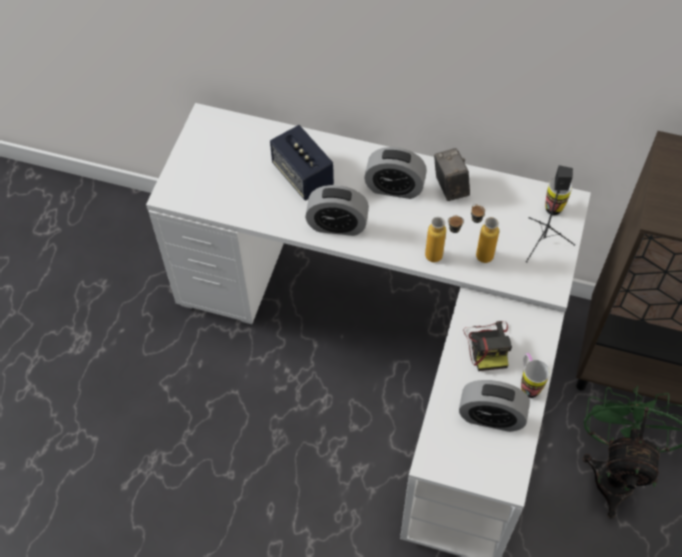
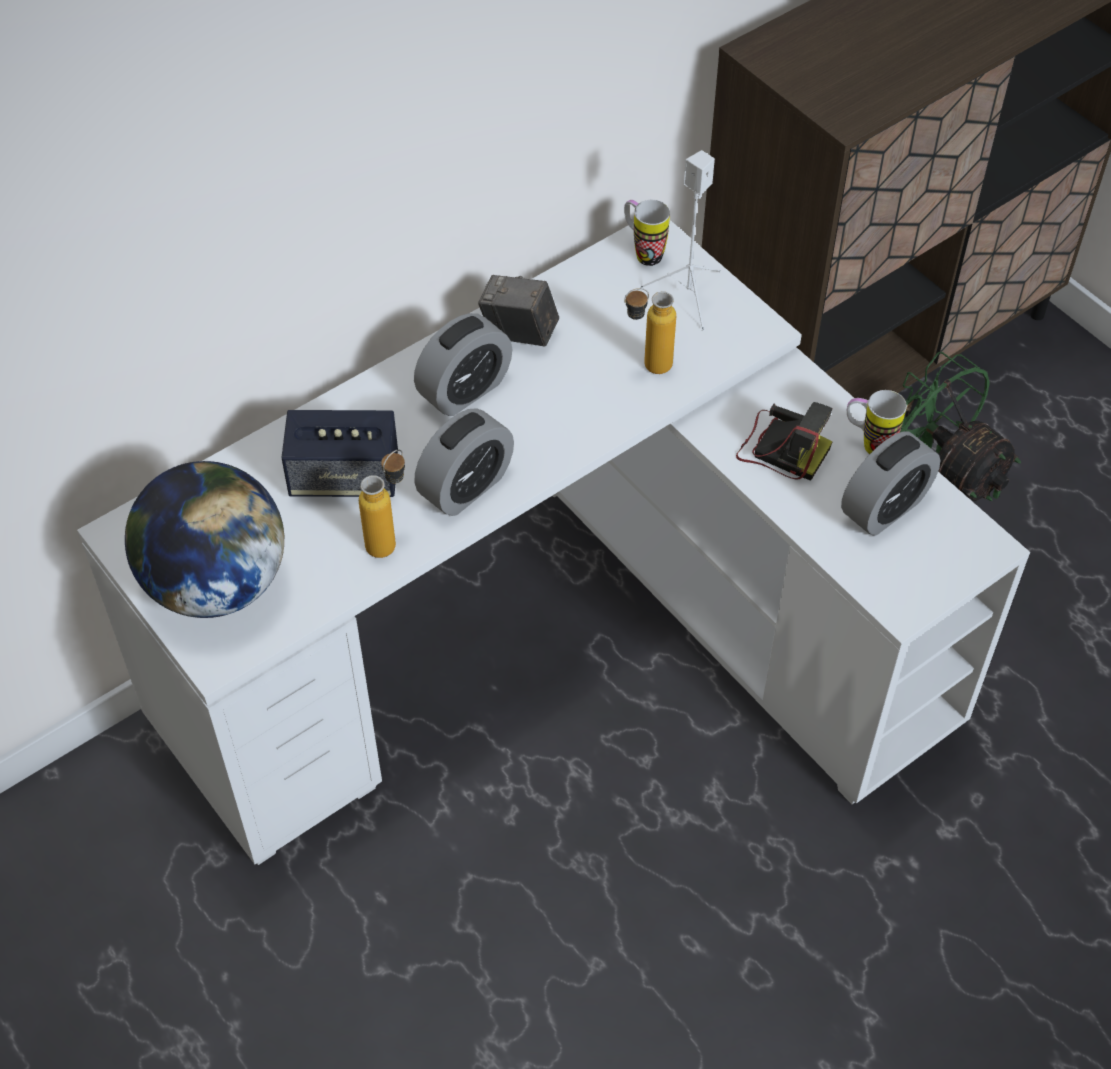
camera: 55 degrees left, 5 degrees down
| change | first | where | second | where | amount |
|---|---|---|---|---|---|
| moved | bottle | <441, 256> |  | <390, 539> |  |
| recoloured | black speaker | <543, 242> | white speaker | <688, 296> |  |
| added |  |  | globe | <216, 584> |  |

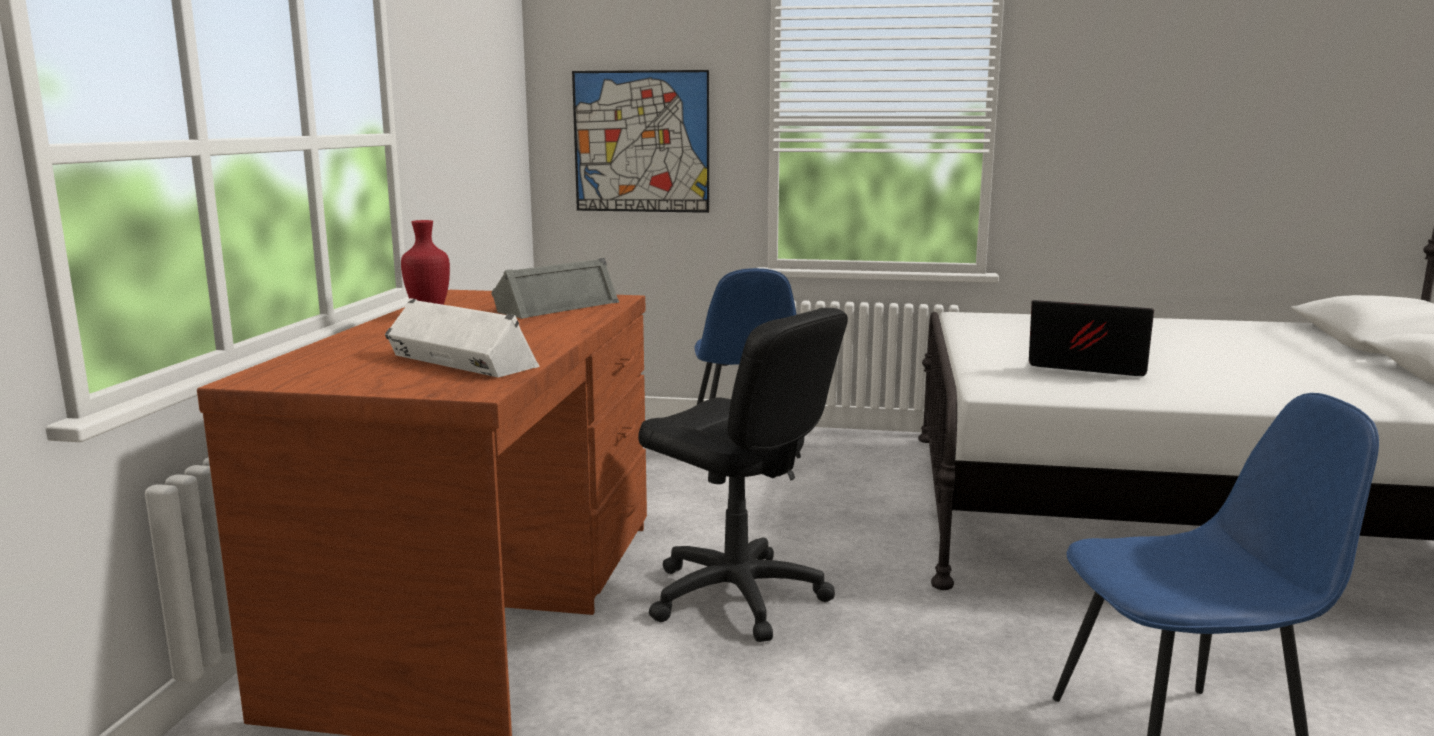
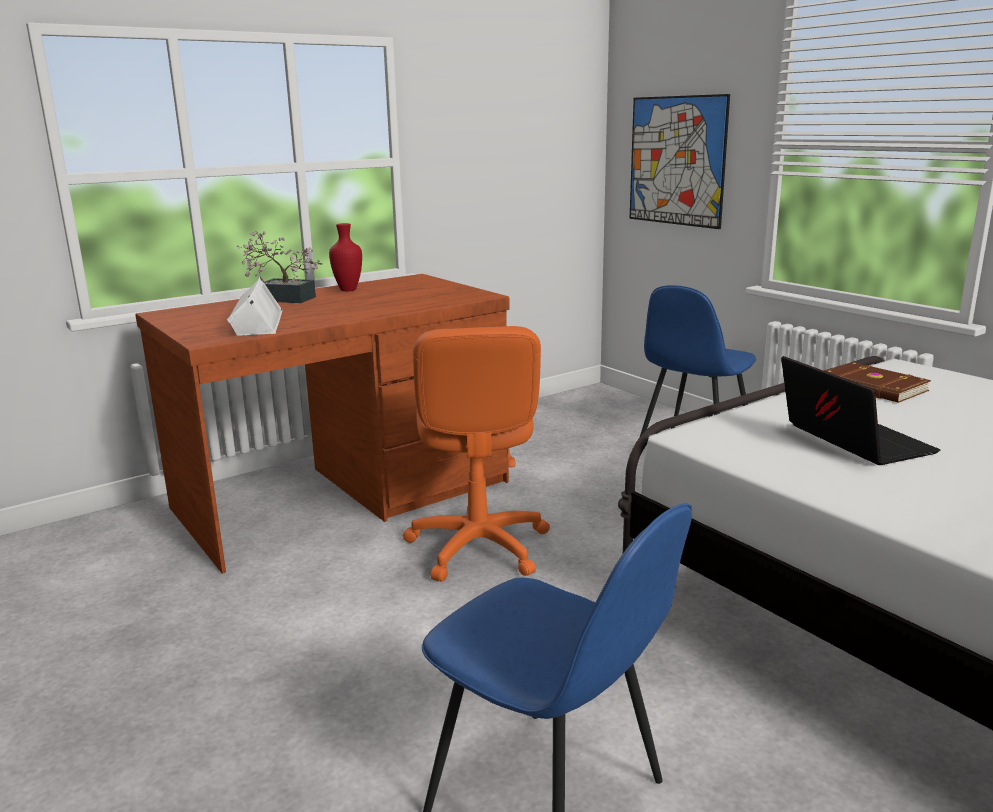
camera: 45 degrees right, 5 degrees up
| change | first | where | second | where | amount |
|---|---|---|---|---|---|
| removed | grey speaker | <556, 306> |  |  |  |
| recoloured | black office chair | <736, 596> | orange office chair | <477, 547> |  |
| added |  |  | potted plant | <282, 298> |  |
| added |  |  | brown book | <872, 387> |  |

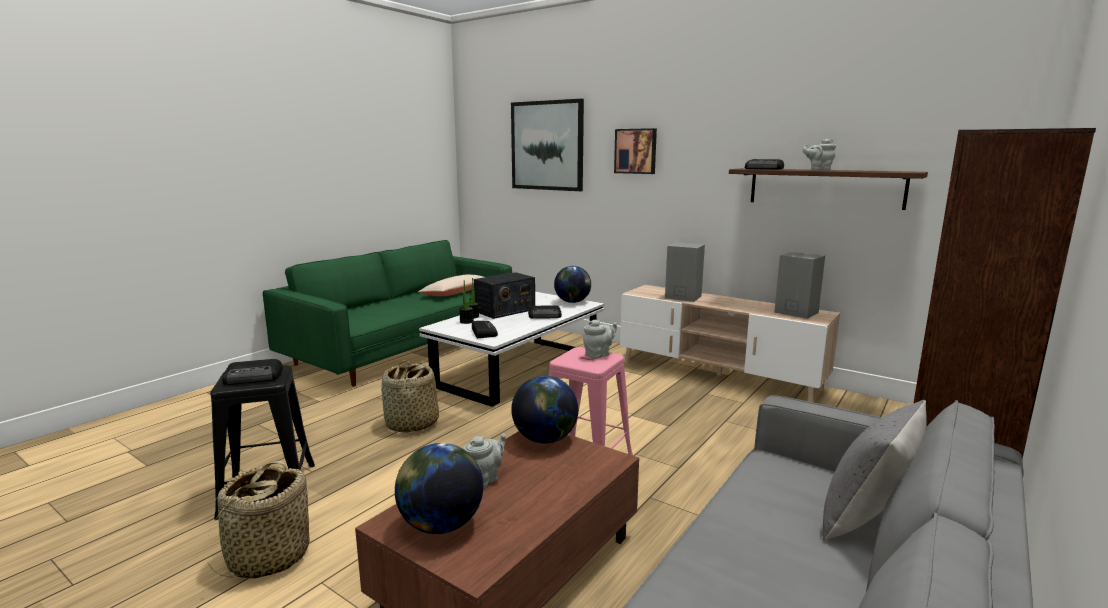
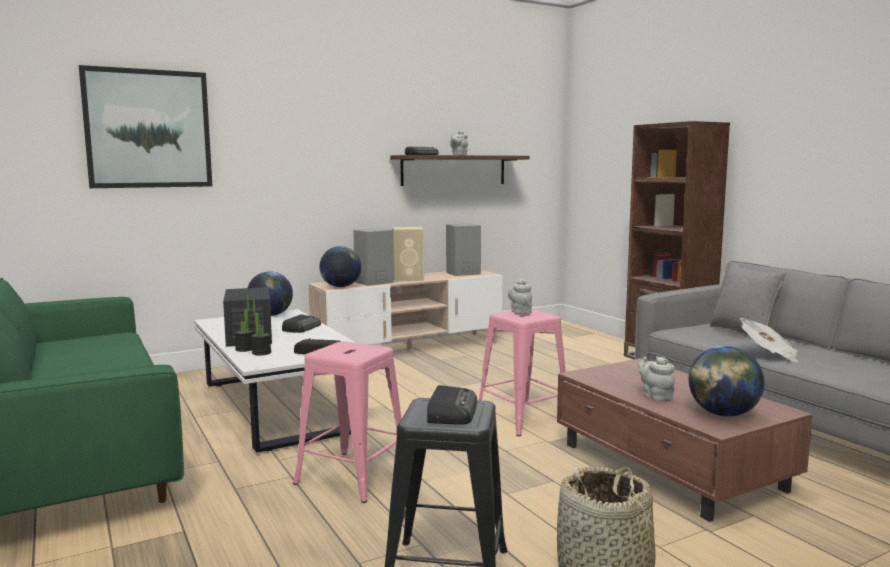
camera: 65 degrees left, 5 degrees down
| change | first | where | second | where | amount |
|---|---|---|---|---|---|
| replaced | basket | <411, 424> | pink stool | <353, 476> |  |
| removed | beige pillow | <456, 293> |  |  |  |
| moved | globe | <545, 439> |  | <340, 286> |  |
| removed | picture | <636, 151> |  |  |  |
| added |  |  | beige speaker | <409, 279> |  |
| added |  |  | newspaper | <769, 355> |  |

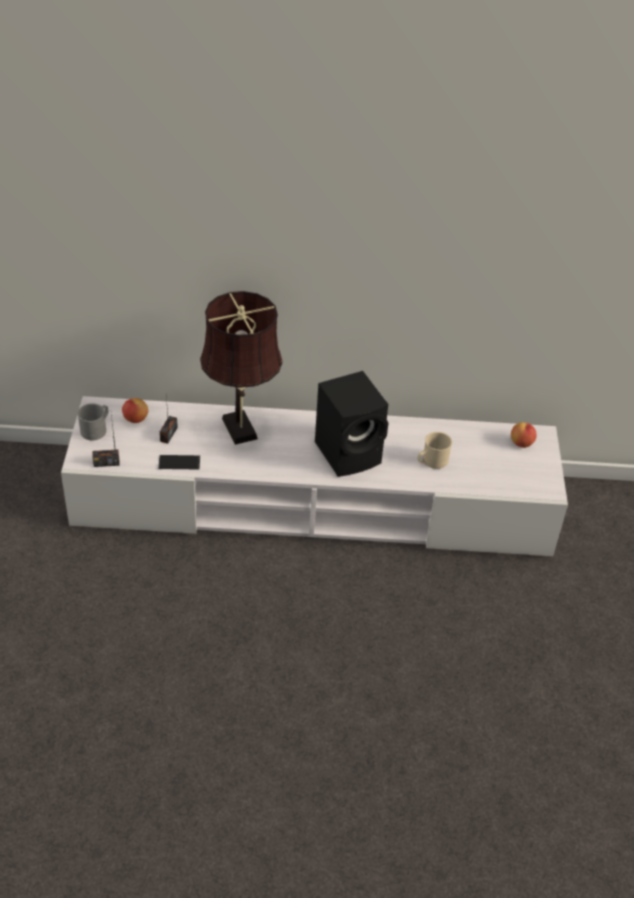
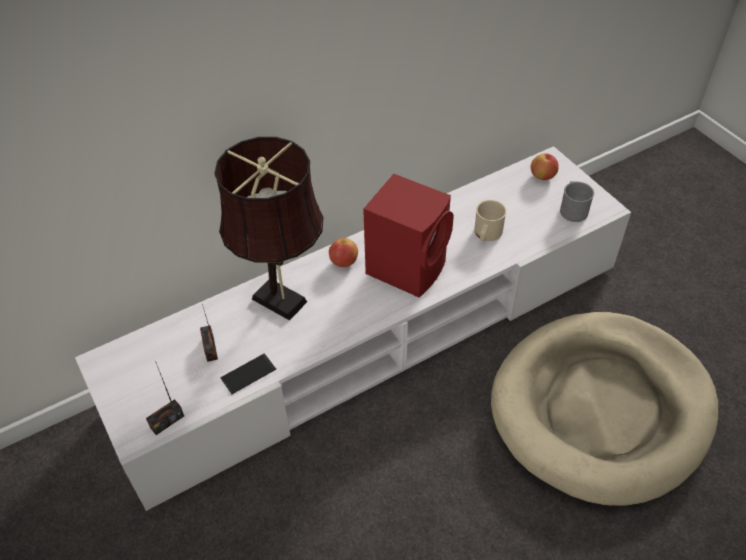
camera: 30 degrees left, 5 degrees up
| change | first | where | second | where | amount |
|---|---|---|---|---|---|
| moved | grey mug | <96, 429> |  | <572, 209> |  |
| moved | apple | <135, 419> |  | <344, 262> |  |
| recoloured | black speaker | <350, 453> | red speaker | <408, 266> |  |
| added |  |  | beige dog bed | <601, 408> |  |

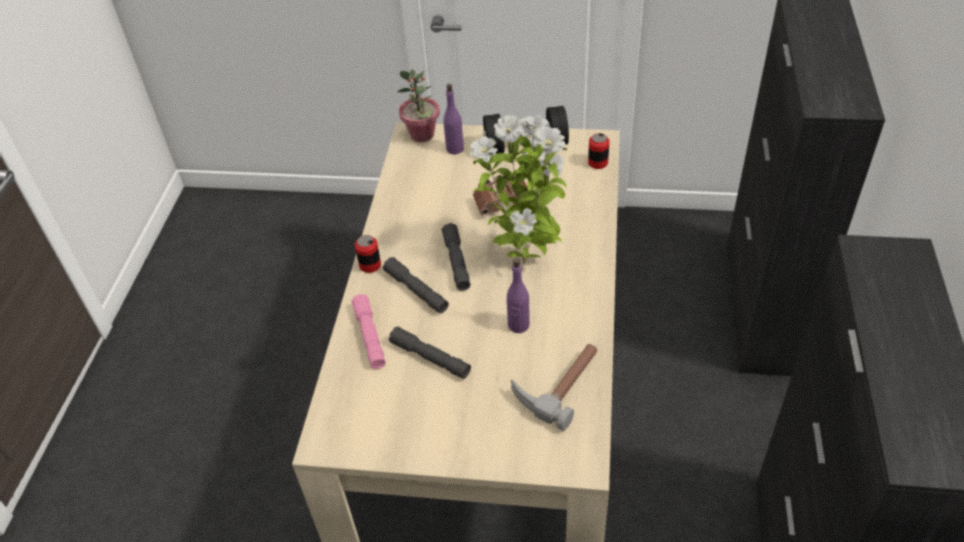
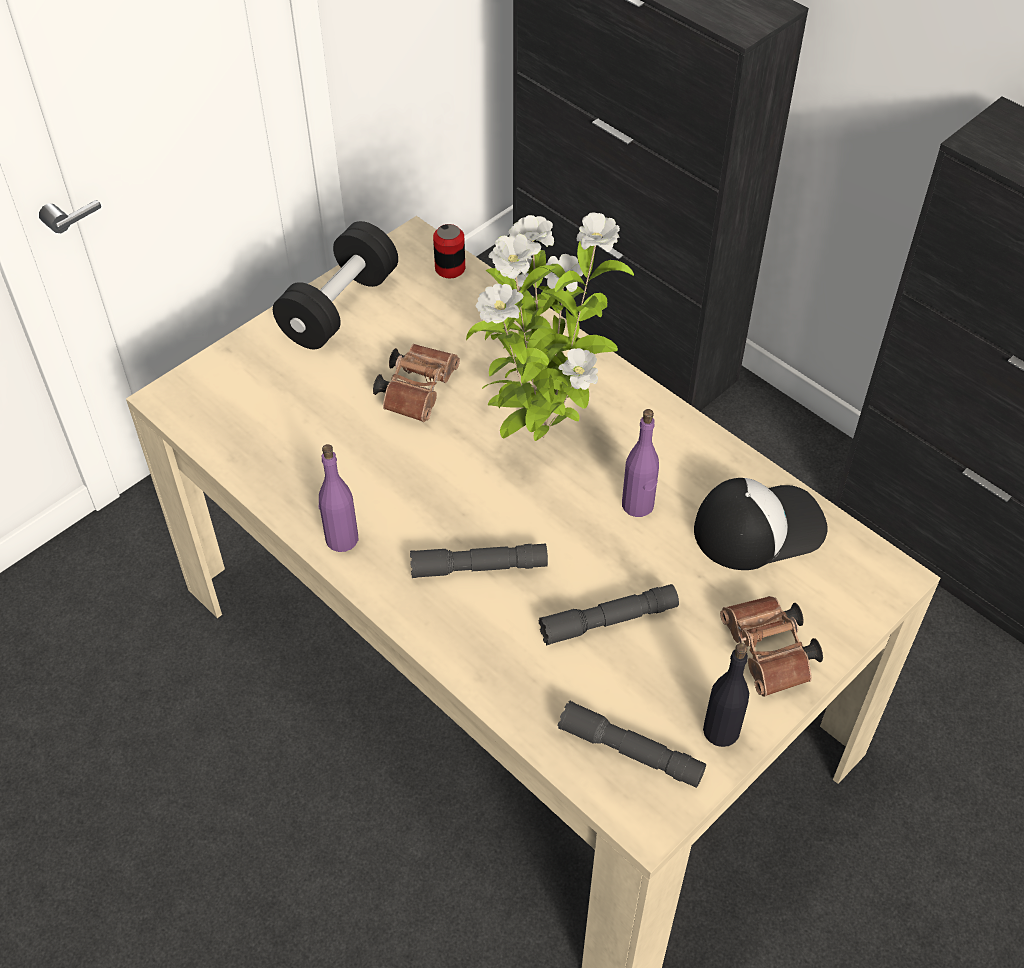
camera: 55 degrees left, 5 degrees up
| change | first | where | second | where | amount |
|---|---|---|---|---|---|
| removed | pink flashlight | <370, 336> |  |  |  |
| removed | can | <370, 265> |  |  |  |
| removed | potted plant | <422, 135> |  |  |  |
| moved | grey flashlight | <456, 262> |  | <630, 751> |  |
| moved | purple bottle | <455, 148> |  | <341, 539> |  |
| replaced | hammer | <557, 383> | cap | <758, 526> |  |
| added |  |  | black bottle | <721, 730> |  |
| added |  |  | brown binoculars | <769, 656> |  |

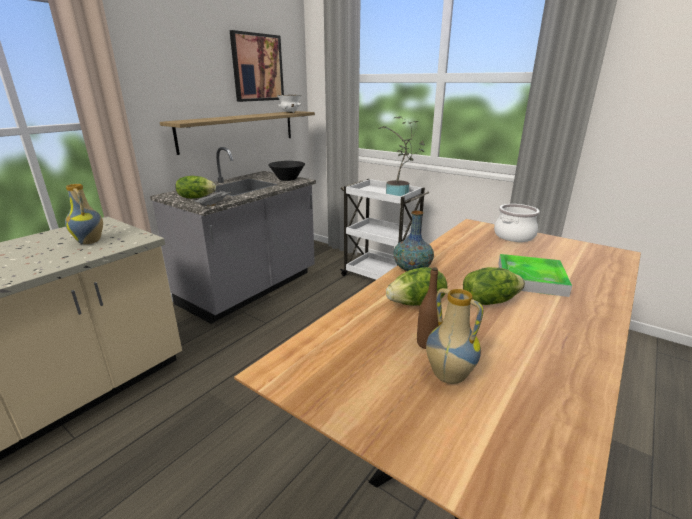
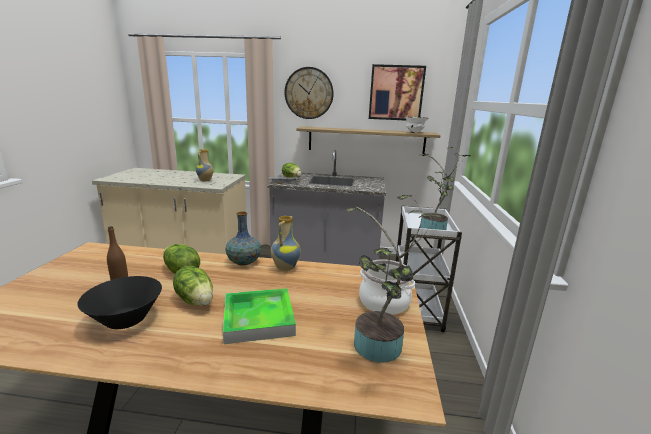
camera: 60 degrees right, 5 degrees down
| change | first | where | second | where | amount |
|---|---|---|---|---|---|
| moved | black bowl | <287, 179> |  | <126, 320> |  |
| moved | vase | <448, 376> |  | <285, 268> |  |
| added |  |  | wall clock | <309, 93> |  |
| added |  |  | potted plant | <378, 349> |  |

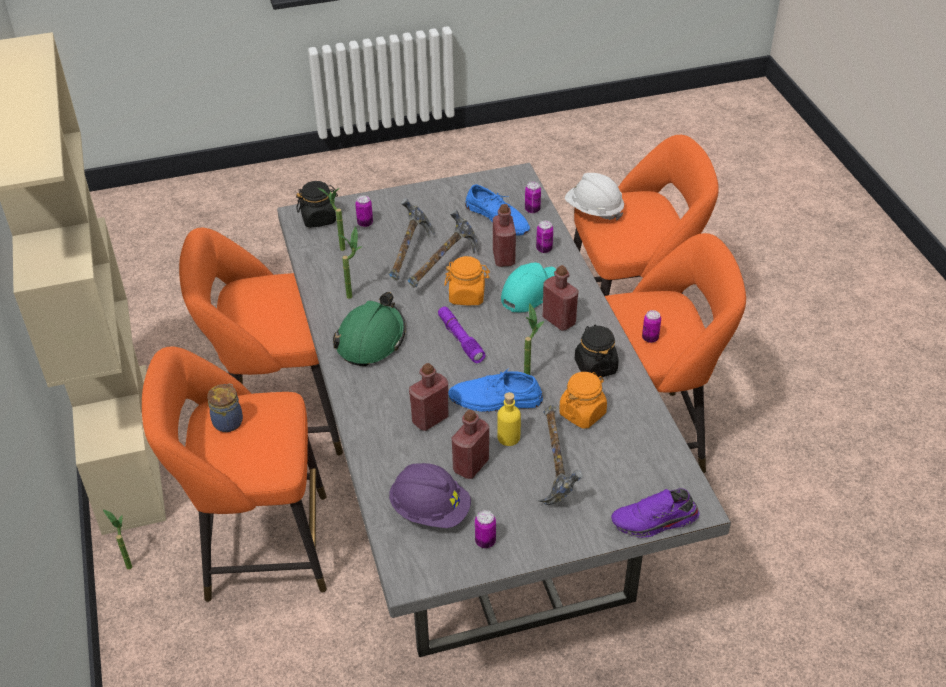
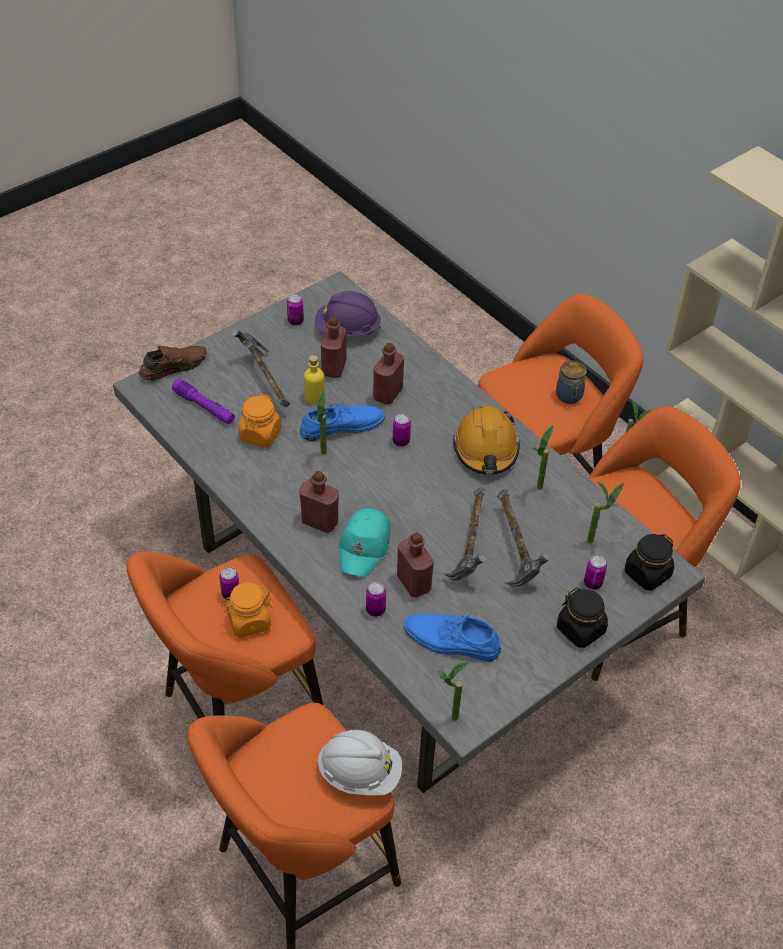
camera: 155 degrees right, 5 degrees up
| change | first | where | second | where | amount |
|---|---|---|---|---|---|
| recoloured | green hard hat | <371, 339> | orange hard hat | <486, 449> |  |
| moved | purple flashlight | <460, 339> |  | <204, 407> |  |
| moved | orange jar | <467, 295> |  | <249, 621> |  |
| moved | can | <532, 209> |  | <401, 441> |  |
| moved | black jar | <595, 366> |  | <581, 629> |  |
| recoloured | purple shoe | <654, 522> | brown shoe | <173, 366> |  |
| added |  |  | potted plant | <448, 720> |  |

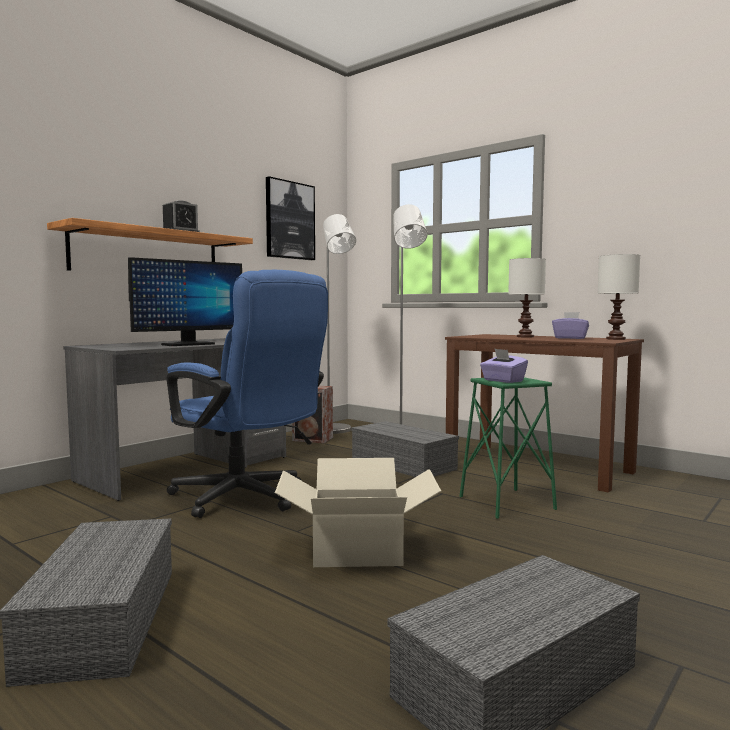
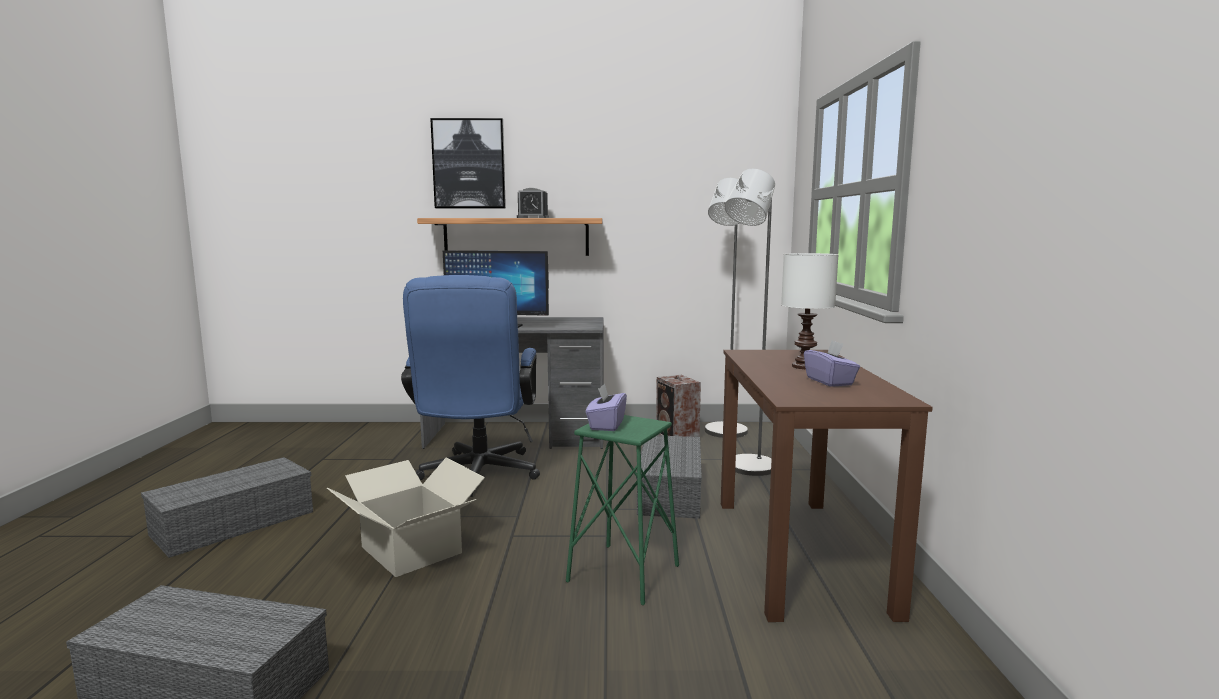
camera: 50 degrees right, 5 degrees up
| change | first | where | second | where | amount |
|---|---|---|---|---|---|
| moved | picture | <289, 220> |  | <469, 164> |  |
| removed | white table lamp | <616, 339> |  |  |  |

